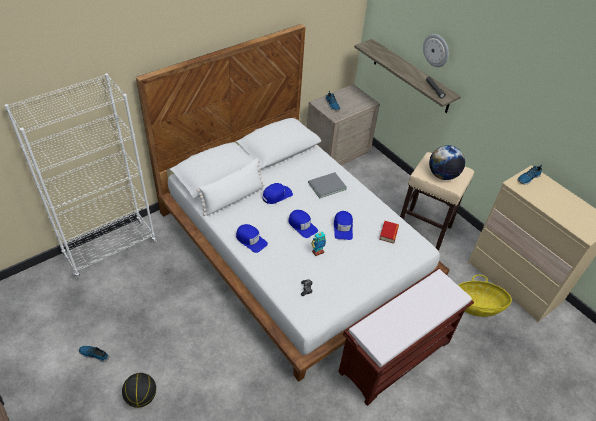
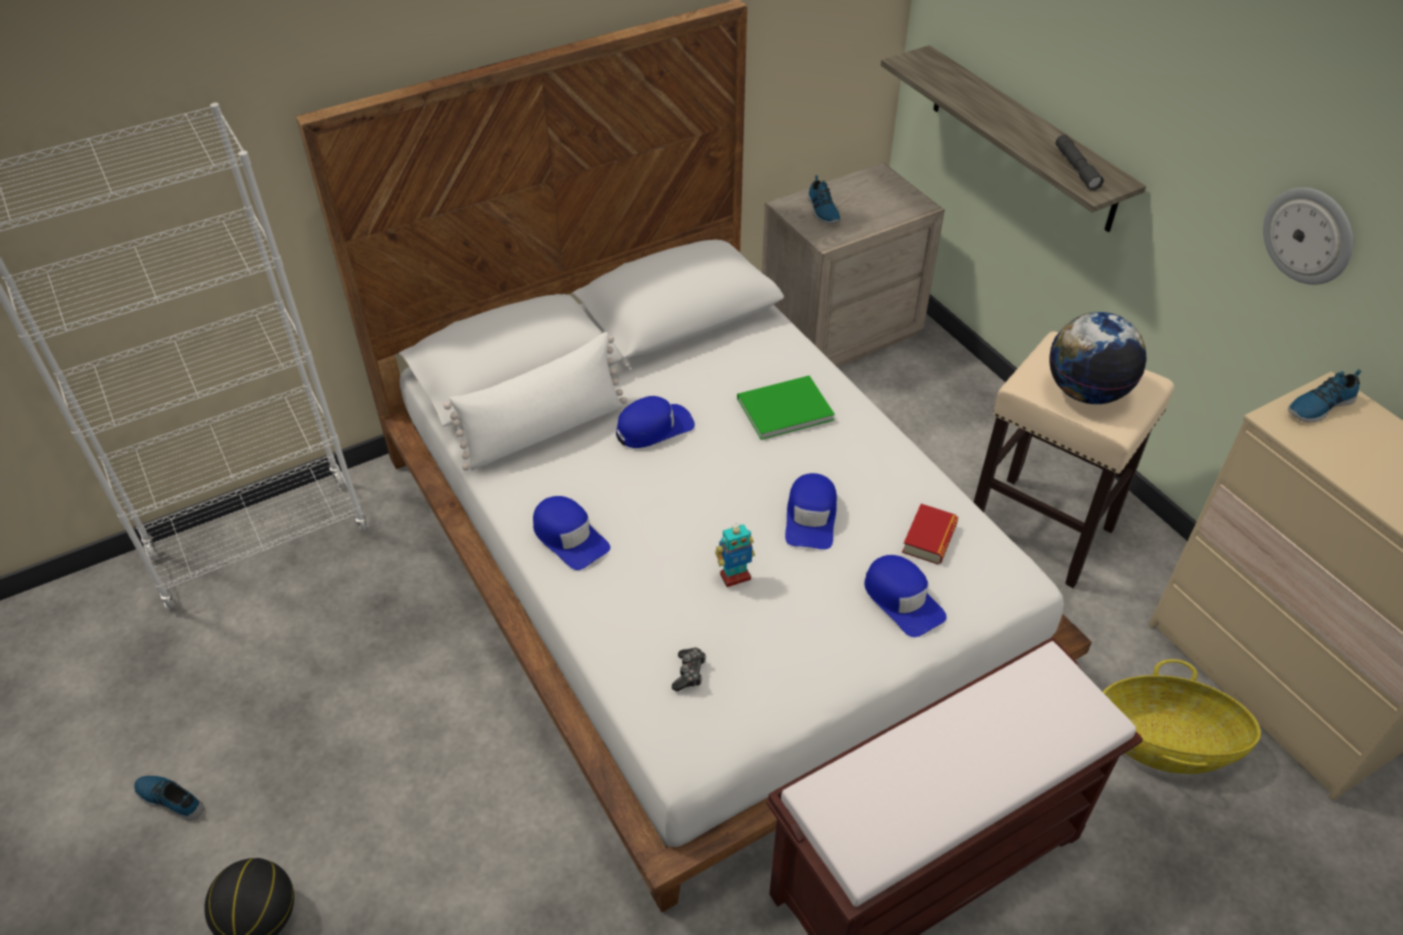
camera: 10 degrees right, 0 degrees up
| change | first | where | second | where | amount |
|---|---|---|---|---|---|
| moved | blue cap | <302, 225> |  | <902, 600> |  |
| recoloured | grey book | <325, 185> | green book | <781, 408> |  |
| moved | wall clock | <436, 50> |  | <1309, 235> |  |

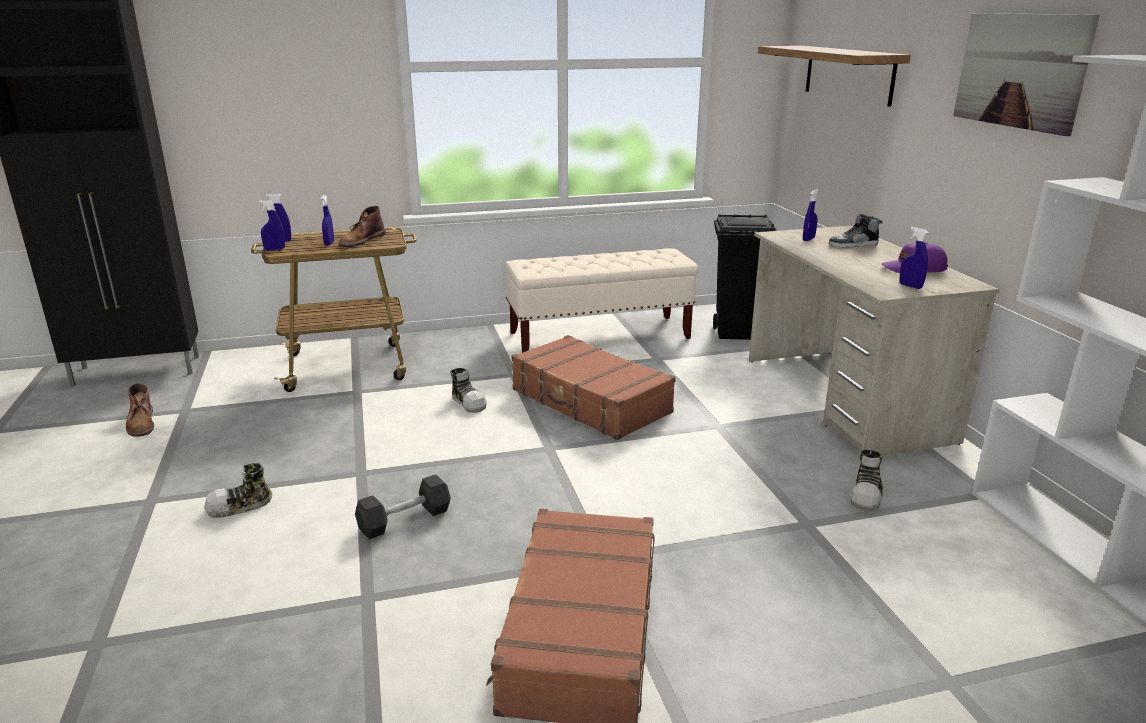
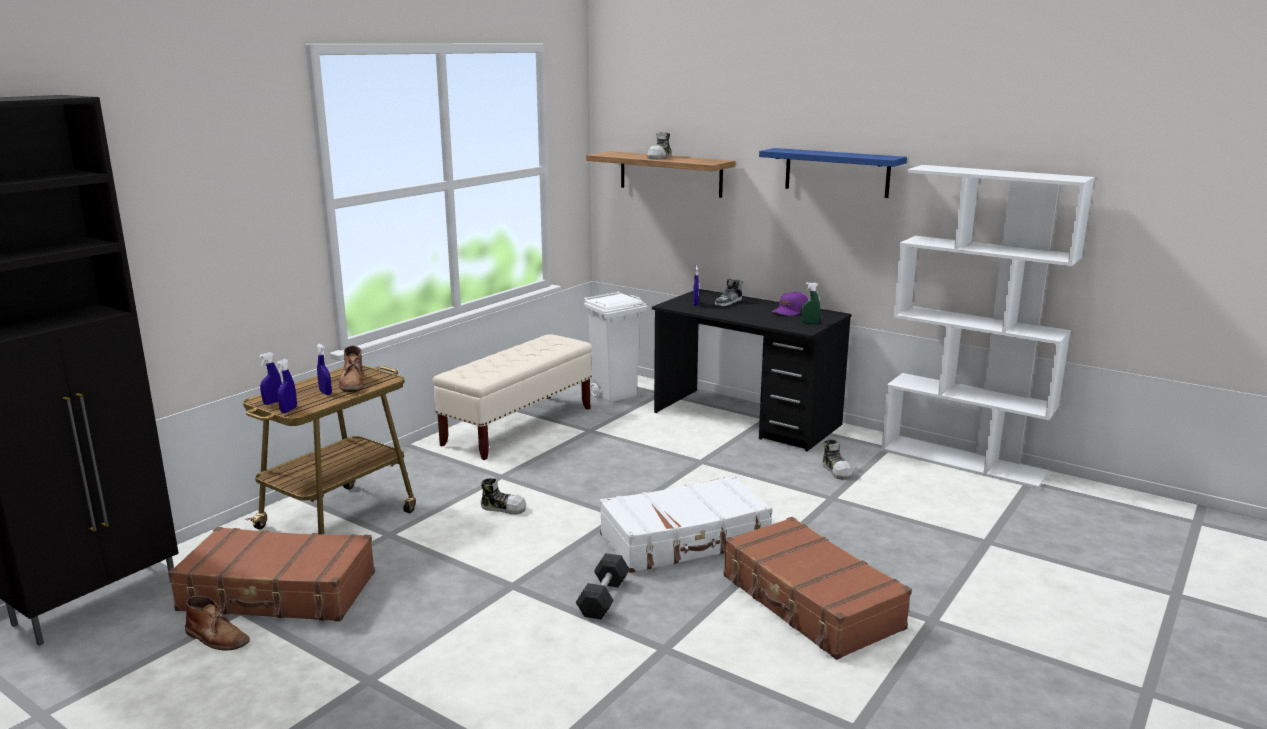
camera: 40 degrees left, 5 degrees down
| change | first | where | second | where | amount |
|---|---|---|---|---|---|
| moved | shoe | <239, 506> |  | <660, 157> |  |
| moved | brown suitcase | <590, 402> |  | <278, 593> |  |
| recoloured | black trash can | <736, 333> | white trash can | <615, 395> |  |
| recoloured | beige desk | <844, 399> | black desk | <746, 419> |  |
| recoloured | blue spray bottle | <910, 286> | green spray bottle | <809, 323> |  |
| replaced | picture | <1020, 70> | blue shelf | <836, 172> |  |
| added |  |  | white suitcase | <685, 540> |  |

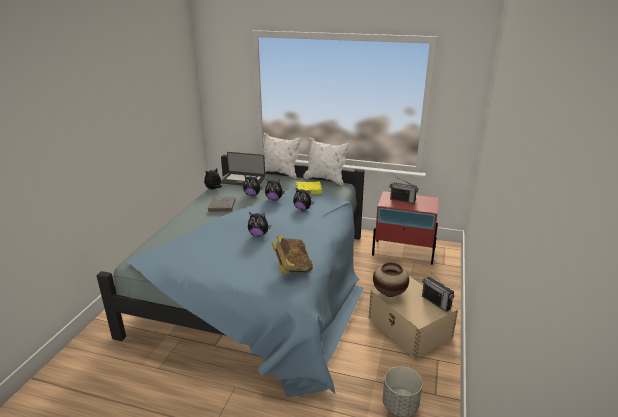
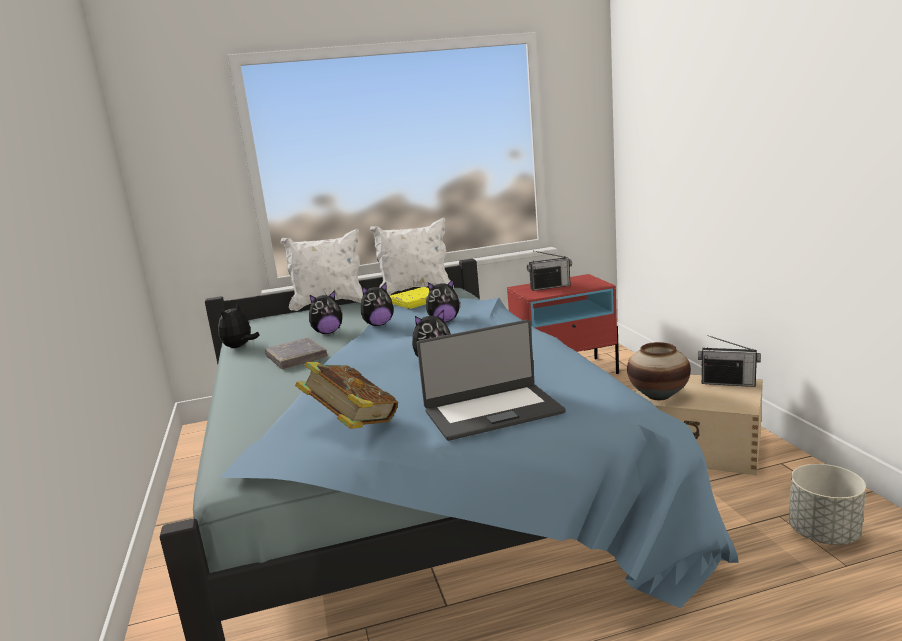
camera: 30 degrees left, 10 degrees down
| change | first | where | second | where | amount |
|---|---|---|---|---|---|
| moved | laptop | <243, 180> |  | <492, 411> |  |
| moved | book | <292, 268> |  | <352, 426> |  |

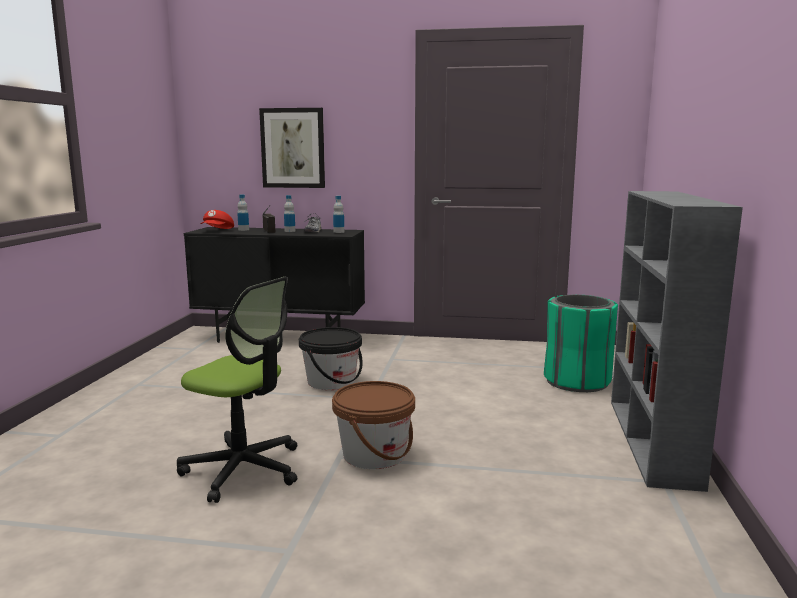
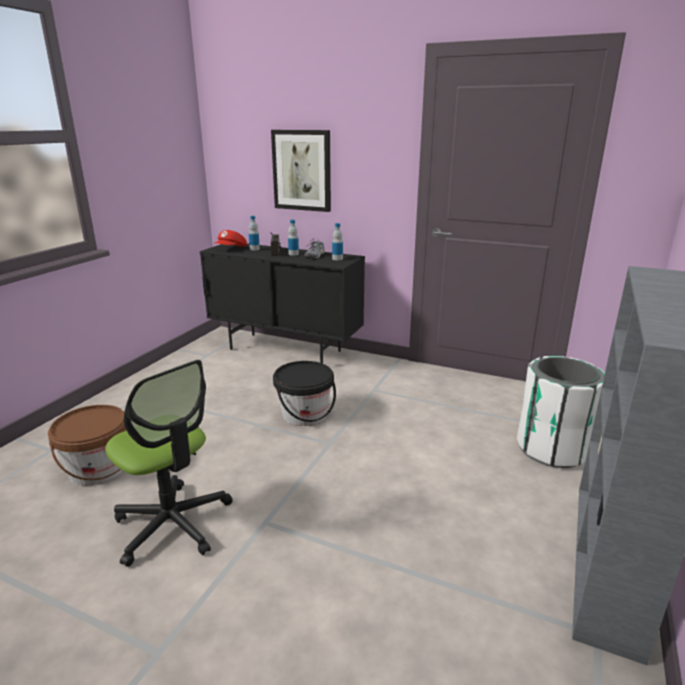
camera: 15 degrees right, 10 degrees up
| change | first | where | second | where | amount |
|---|---|---|---|---|---|
| moved | brown bucket | <374, 454> |  | <98, 468> |  |
| recoloured | green trash can | <577, 381> | white trash can | <552, 449> |  |

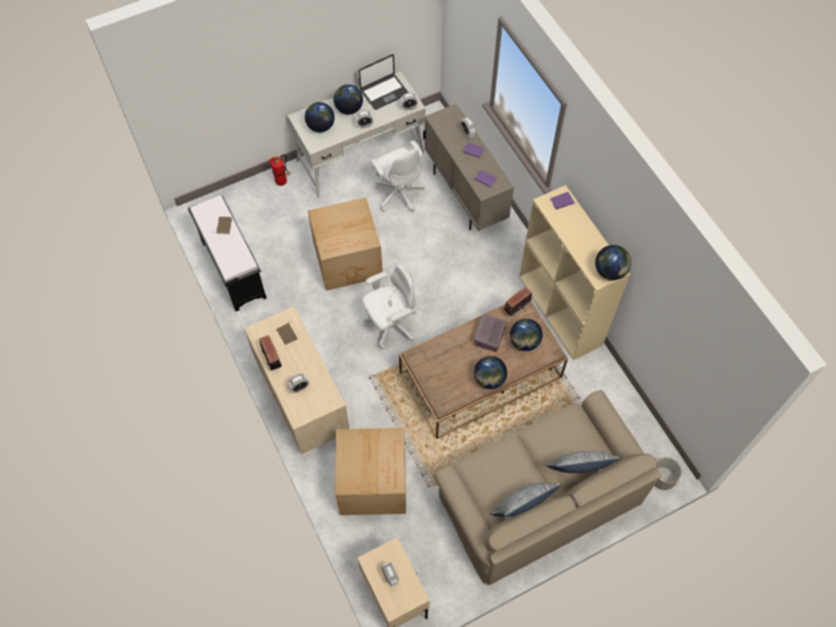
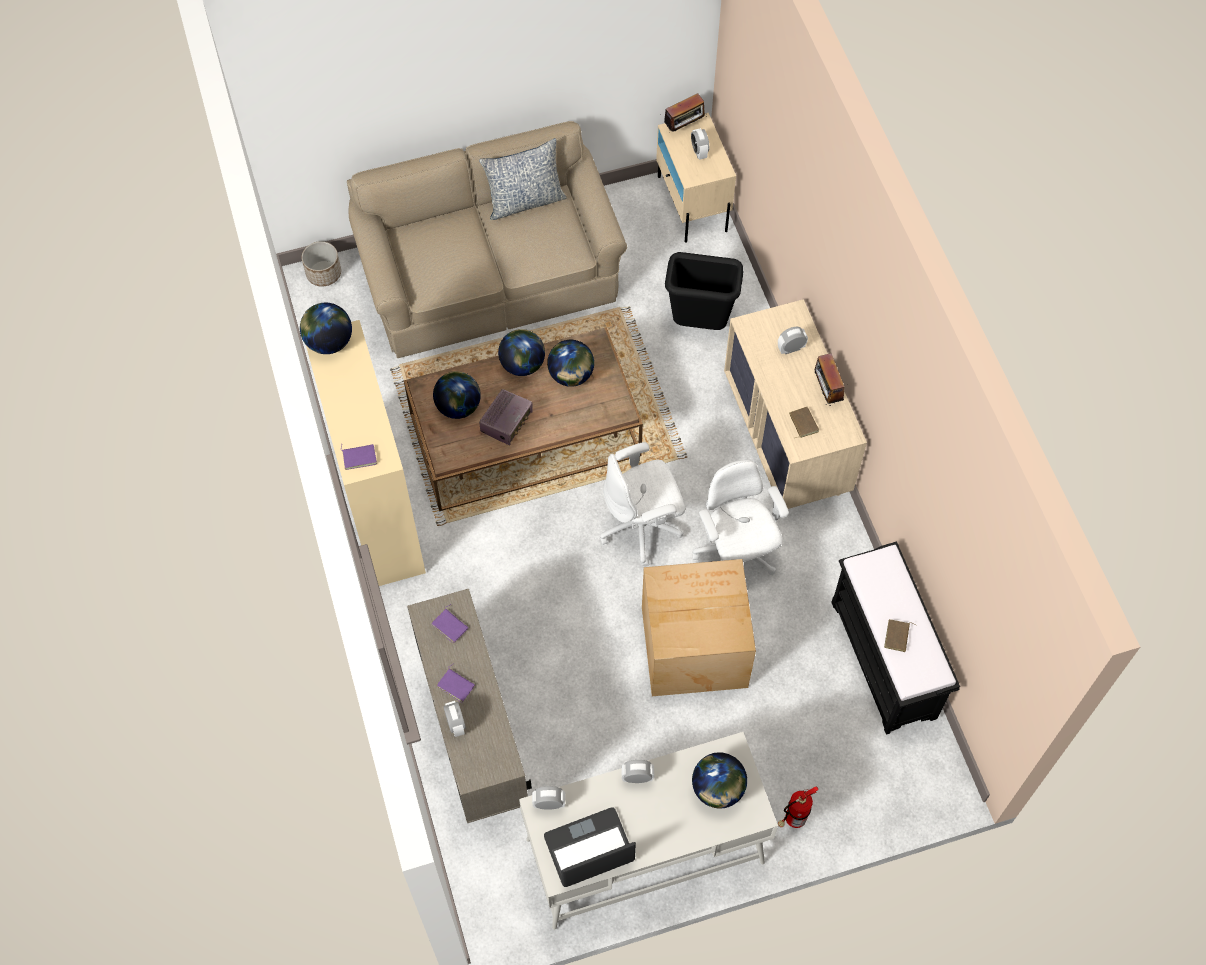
camera: 170 degrees left, 0 degrees up
| change | first | where | second | where | amount |
|---|---|---|---|---|---|
| moved | globe | <349, 109> |  | <571, 375> |  |
| replaced | cardboard box | <374, 481> | black trash can | <699, 324> |  |
| moved | white office chair | <399, 193> |  | <735, 555> |  |
| moved | radio | <516, 308> |  | <684, 127> |  |
| removed | pillow | <577, 470> |  |  |  |

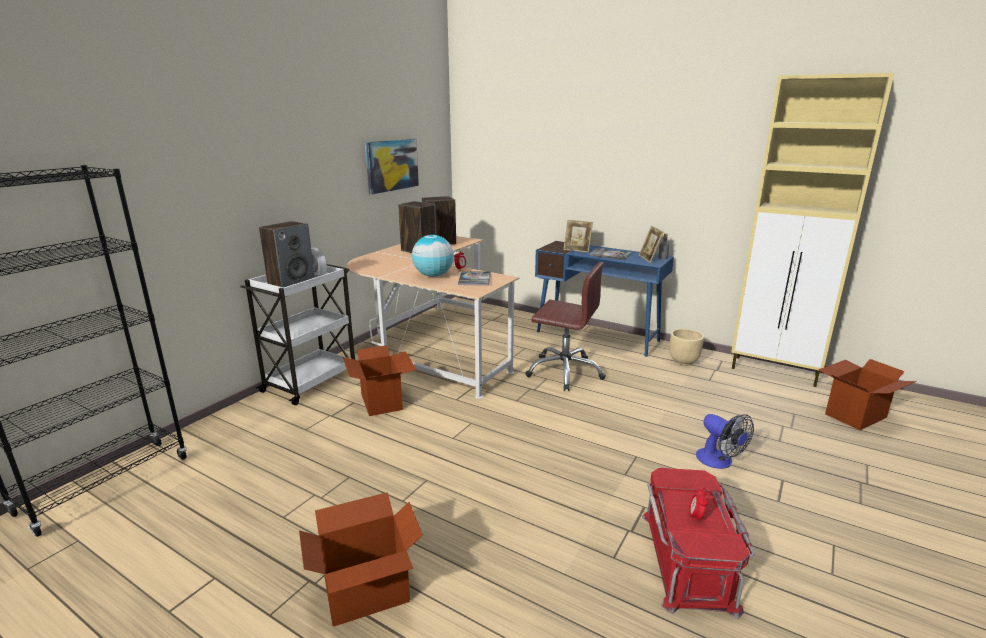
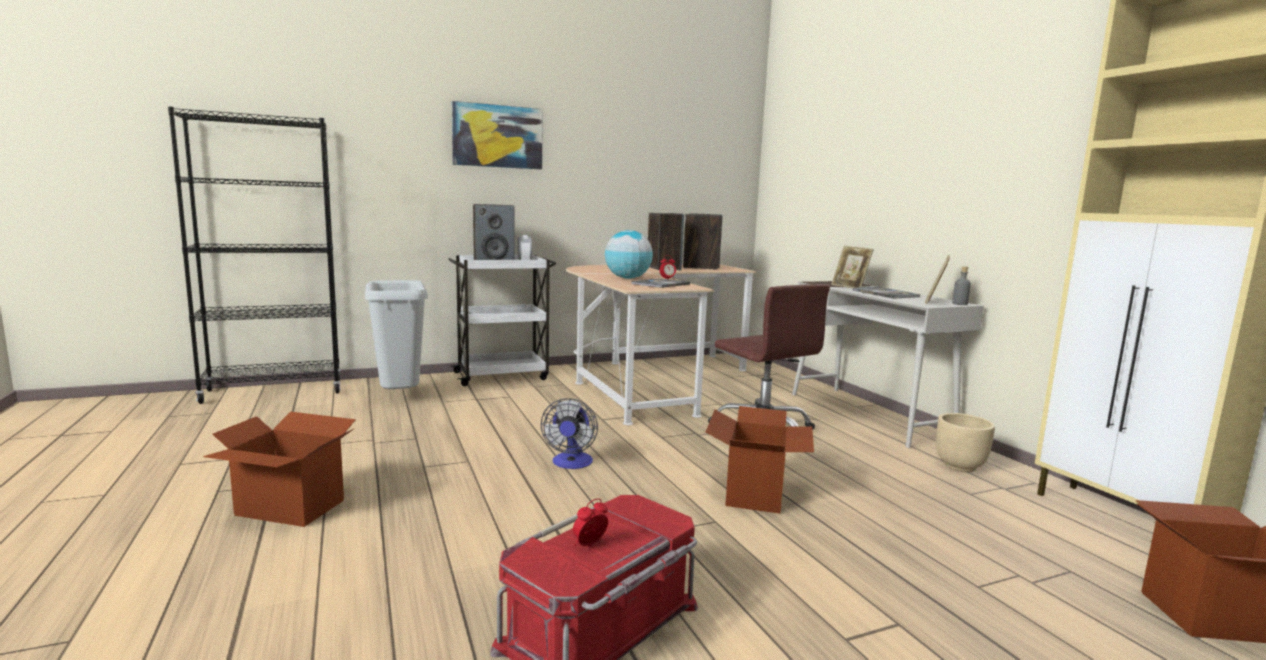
camera: 35 degrees right, 10 degrees down
| change | first | where | second | where | amount |
|---|---|---|---|---|---|
| moved | cardboard box | <382, 402> |  | <756, 494> |  |
| moved | picture | <392, 165> |  | <497, 136> |  |
| recoloured | blue desk | <597, 336> | white desk | <868, 415> |  |
| moved | fan | <719, 462> |  | <571, 464> |  |
| added |  |  | grey trash can | <401, 398> |  |

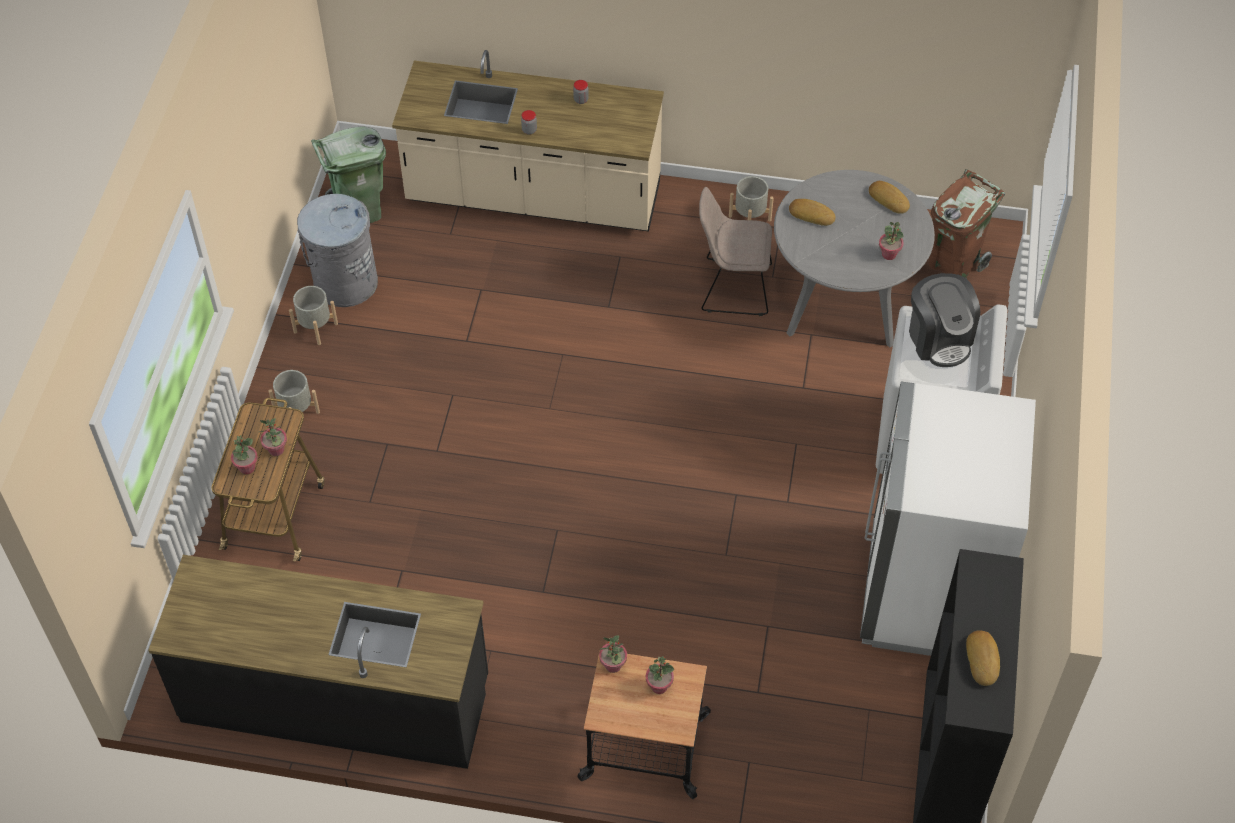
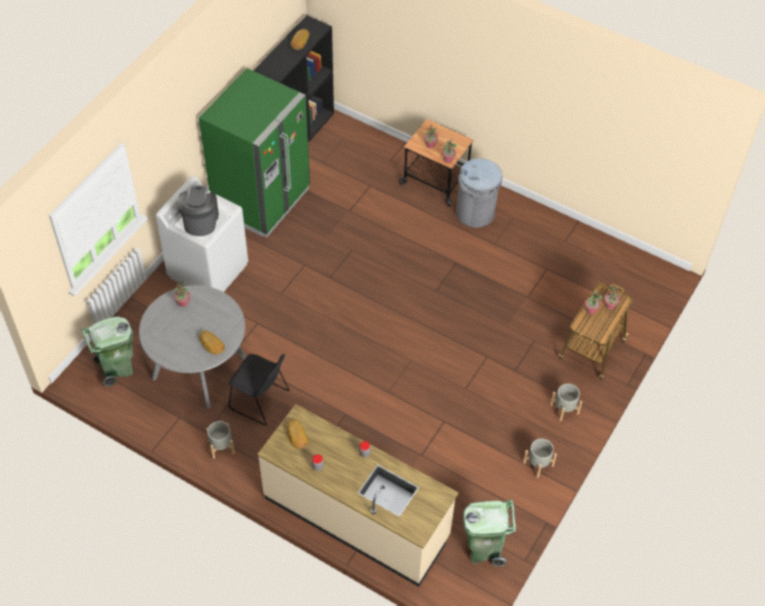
camera: 160 degrees left, 0 degrees up
| change | first | where | second | where | amount |
|---|---|---|---|---|---|
| removed | black counter | <336, 699> |  |  |  |
| moved | grey trash can | <345, 282> |  | <475, 213> |  |
| recoloured | beige chair | <732, 287> | black chair | <261, 401> |  |
| recoloured | white fridge | <926, 593> | green fridge | <261, 200> |  |
| moved | bread | <889, 199> |  | <296, 436> |  |
| recoloured | brown trash can | <954, 264> | green trash can | <116, 368> |  |

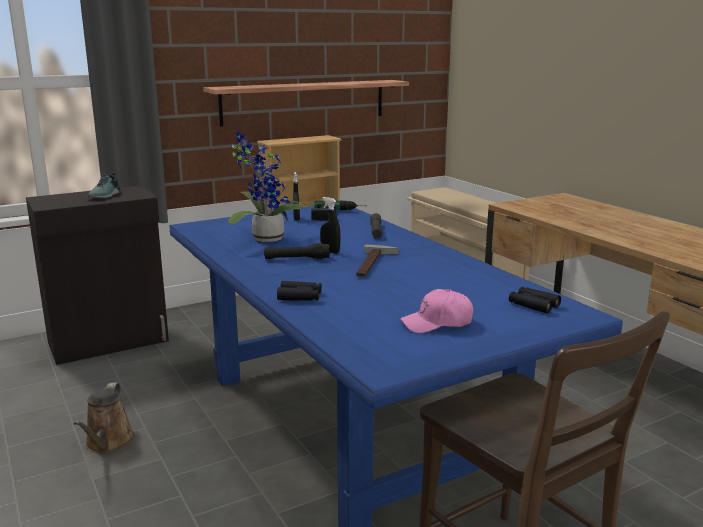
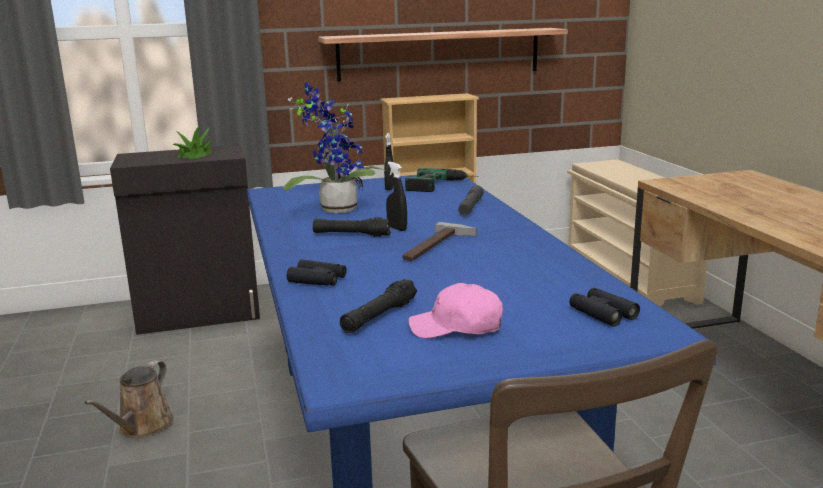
camera: 15 degrees right, 0 degrees up
| change | first | where | second | where | amount |
|---|---|---|---|---|---|
| replaced | shoe | <106, 195> | potted plant | <195, 154> |  |
| added |  |  | black flashlight | <379, 316> |  |

